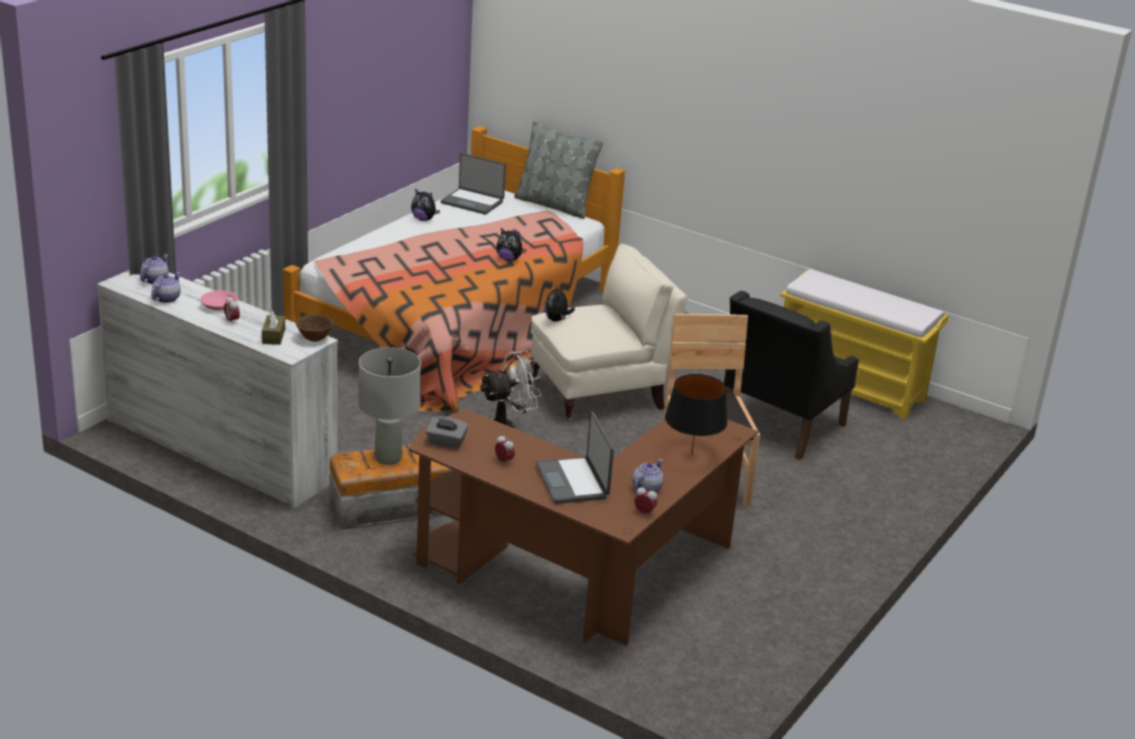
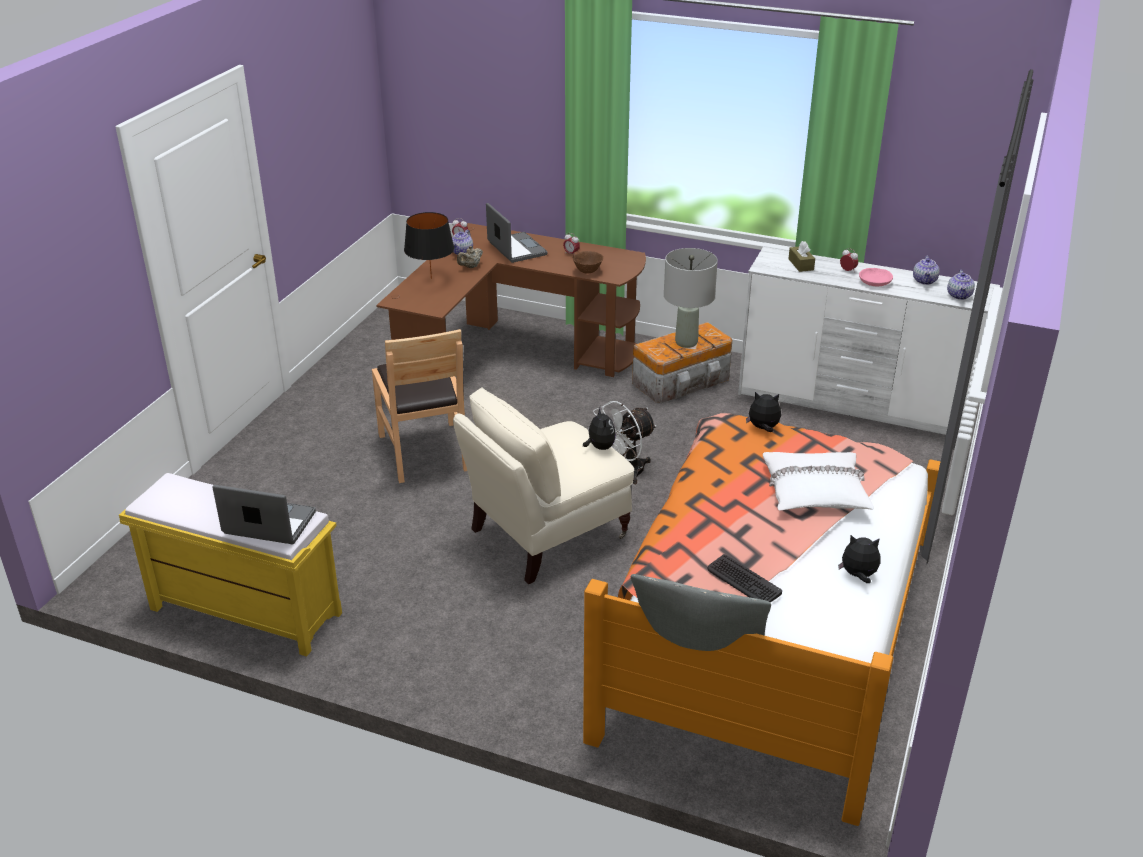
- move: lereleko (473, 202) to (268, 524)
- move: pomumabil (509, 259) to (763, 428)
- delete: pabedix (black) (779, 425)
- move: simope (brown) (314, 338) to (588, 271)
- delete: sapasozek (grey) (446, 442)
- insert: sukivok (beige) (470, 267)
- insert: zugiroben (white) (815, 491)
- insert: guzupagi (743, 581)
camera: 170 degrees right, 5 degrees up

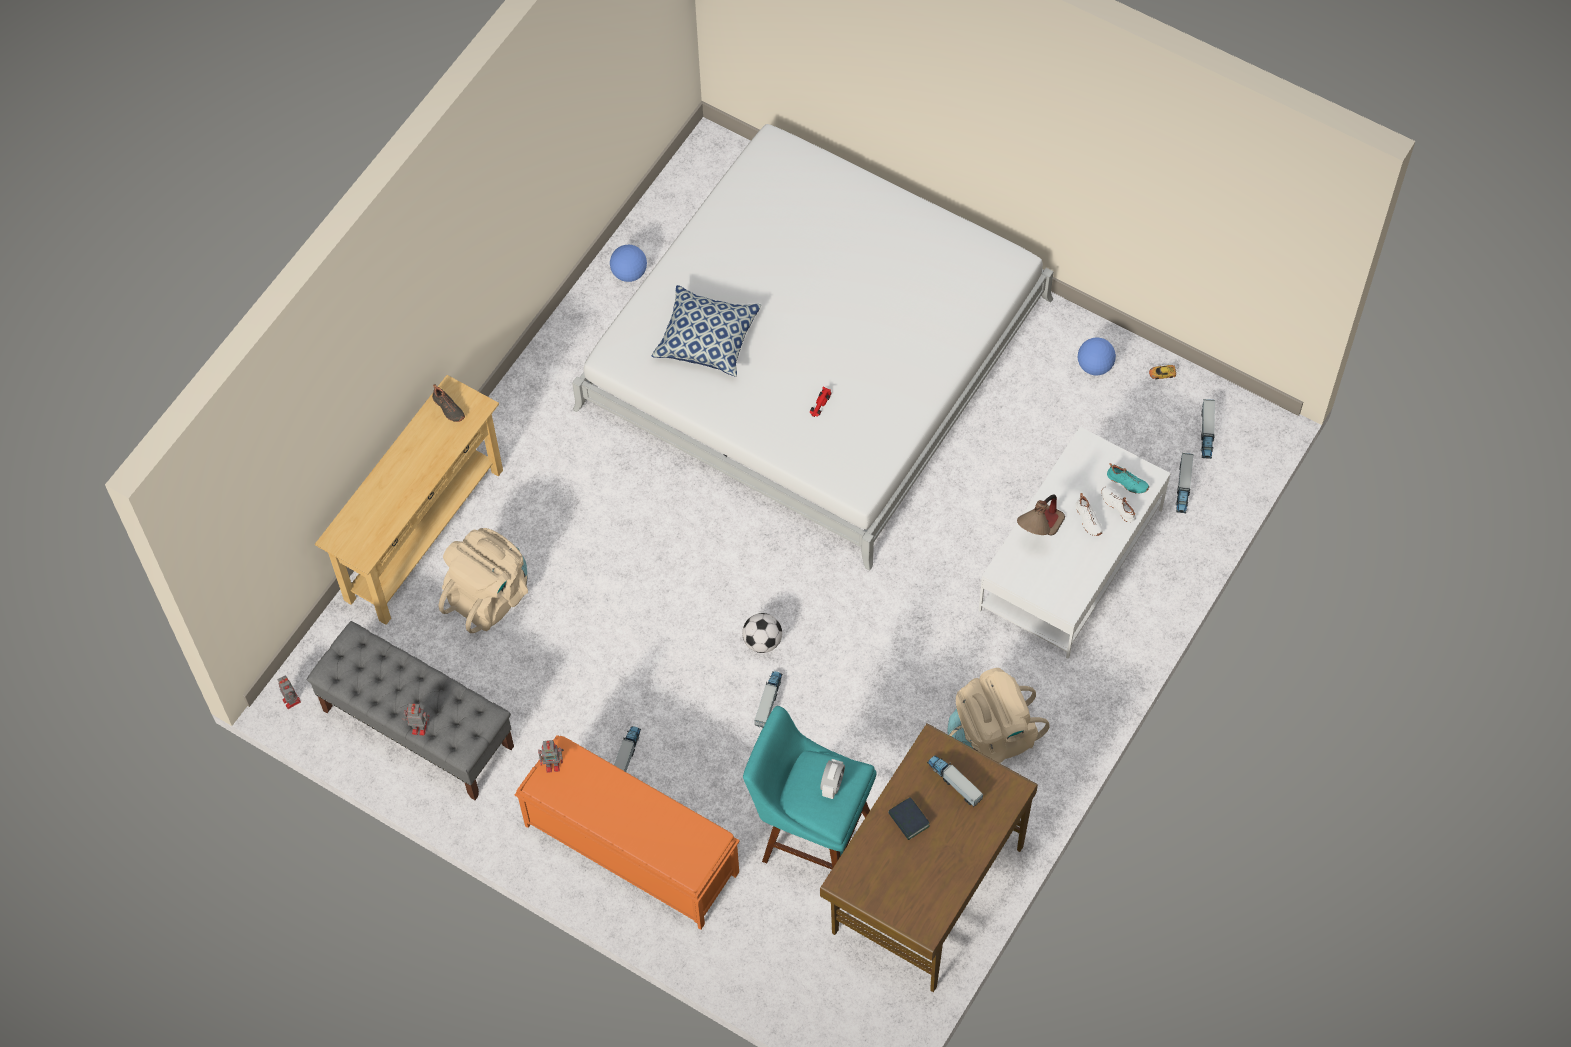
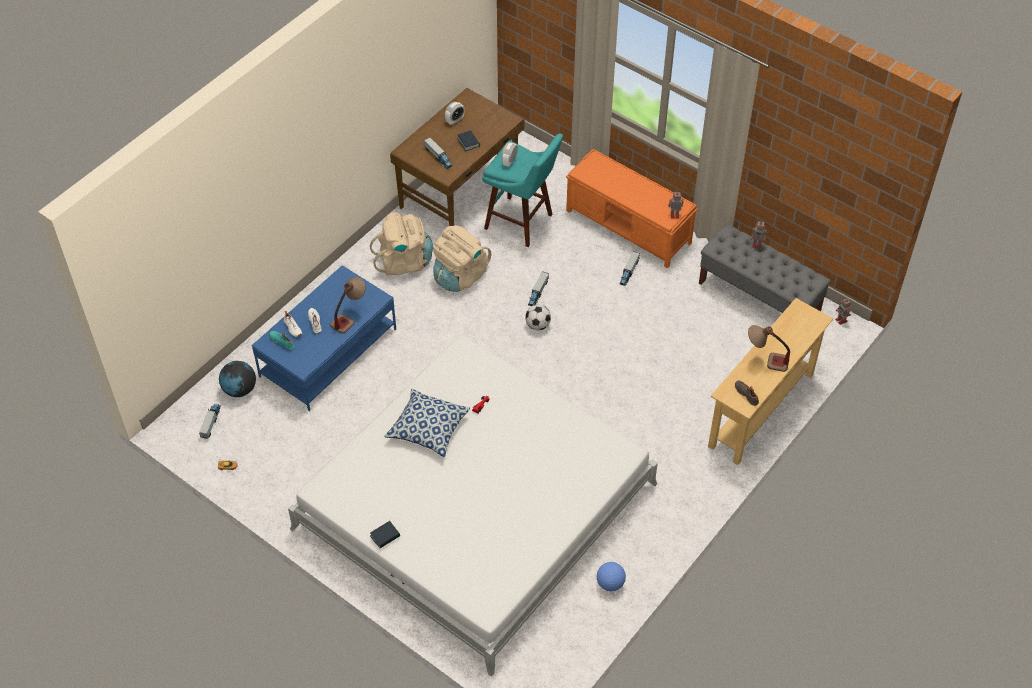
- move: zugiroben (707, 339) to (428, 429)
- delete: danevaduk (1095, 366)
- recolor: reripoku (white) (1070, 559) to reripoku (blue) (328, 353)
- replace: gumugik (1183, 487) to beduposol (239, 389)
- move: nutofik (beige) (489, 595) to (460, 276)
- insert: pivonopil (455, 120)
- insert: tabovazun (765, 360)
- insert: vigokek (385, 536)
camera: 175 degrees left, 10 degrees down

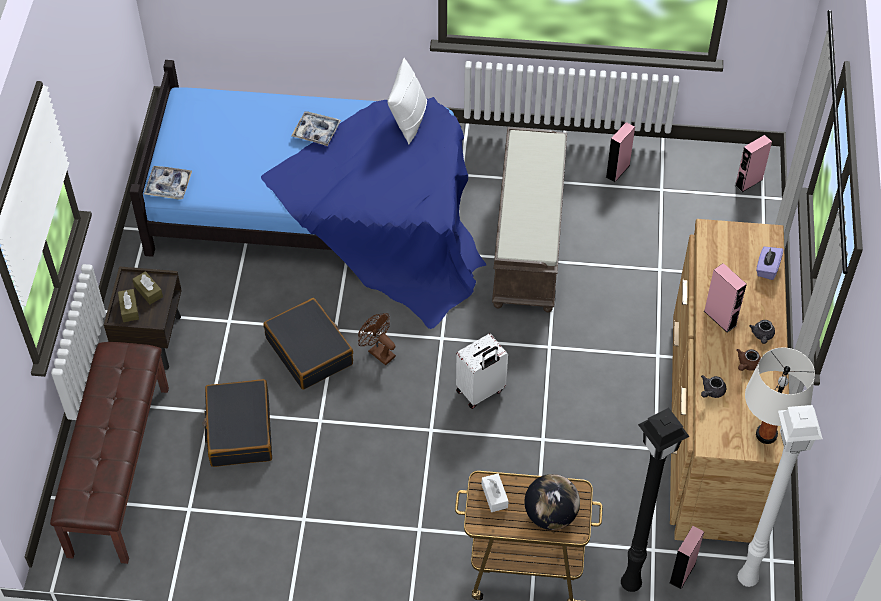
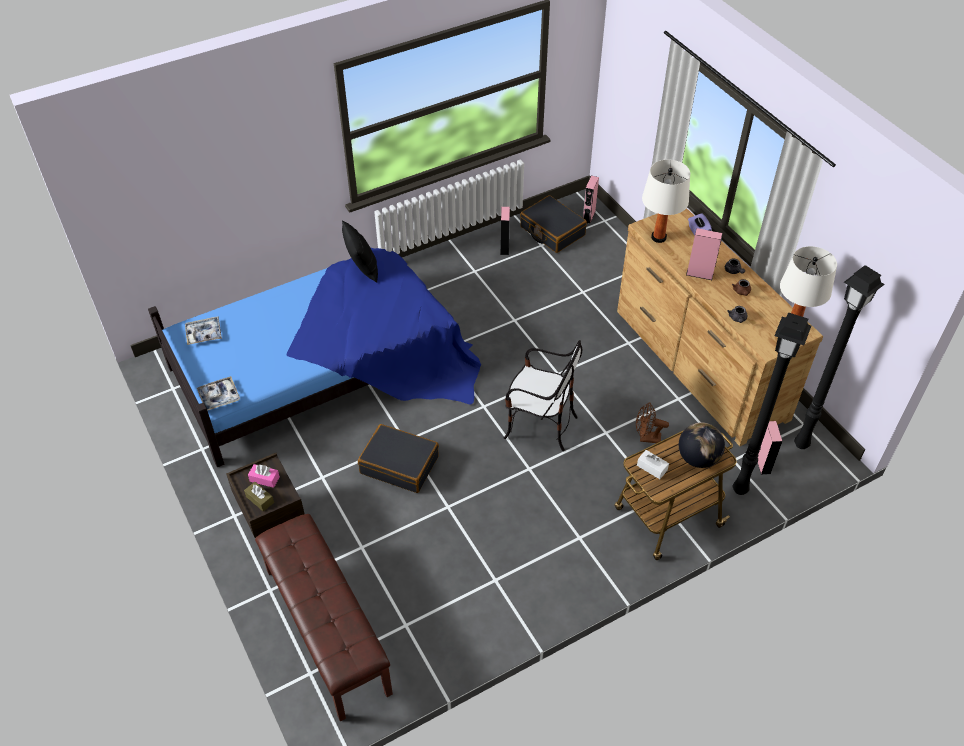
- recolor: zugiroben (white) (408, 120) to zugiroben (black) (362, 268)
- move: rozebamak (316, 132) to (204, 334)
- delete: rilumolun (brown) (527, 240)
- recolor: sapasozek (brown) (148, 291) to sapasozek (pink) (264, 479)
- move: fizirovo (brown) (378, 352) to (646, 438)
- replace: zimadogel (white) (481, 391) to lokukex (539, 425)
- move: zimadogel (black) (239, 430) to (552, 231)
- recolor: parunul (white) (748, 578) to parunul (black) (801, 443)
- insert: tabovazun (white) (659, 237)
camera: 35 degrees left, 5 degrees down

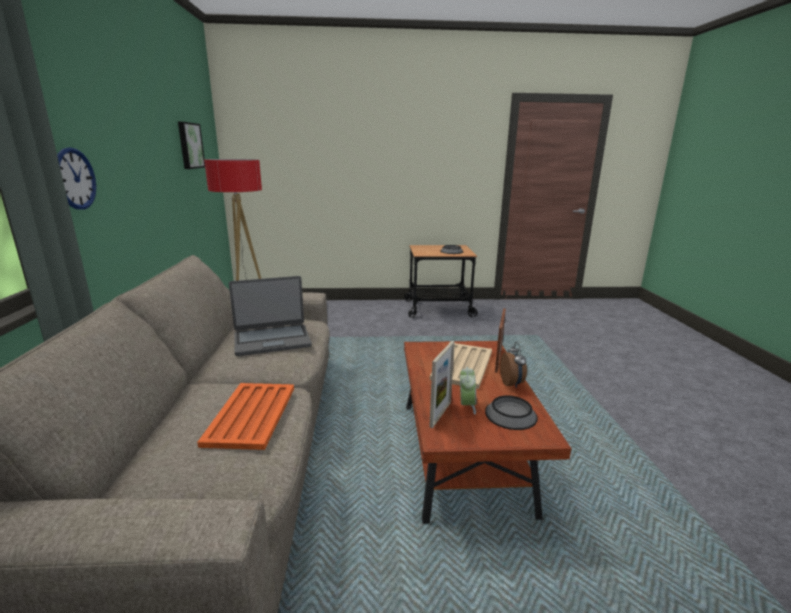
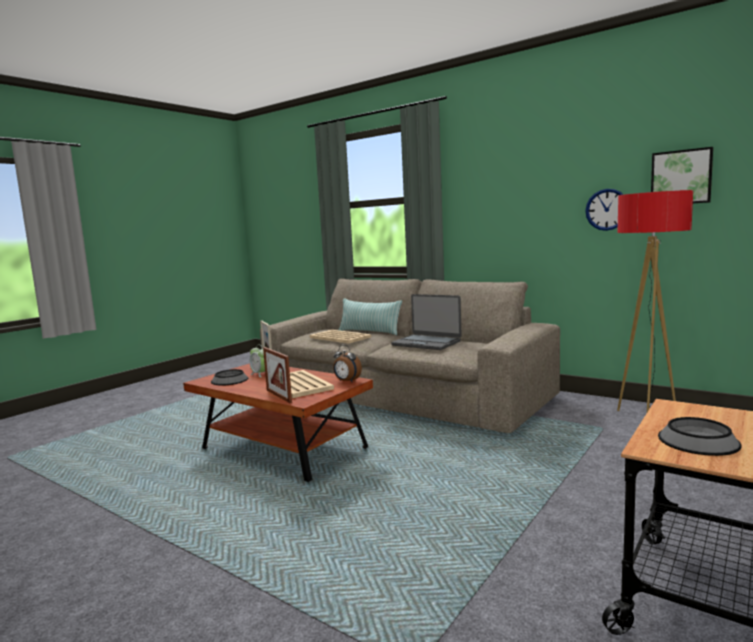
- move: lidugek (75, 179) to (607, 209)
- rotate: lereleko (272, 340) = (426, 343) 75 degrees counterclockwise
- move: pivonopil (512, 384) to (346, 381)
- recolor: rozebamak (orange) (250, 415) to rozebamak (beige) (339, 337)
- insert: zugiroben (369, 332)
camera: 130 degrees right, 10 degrees down

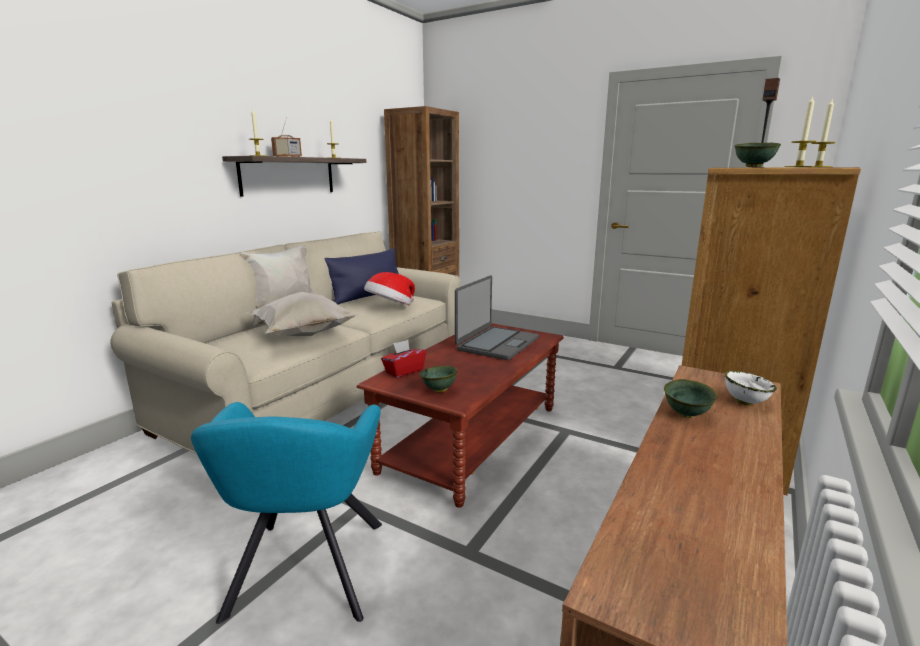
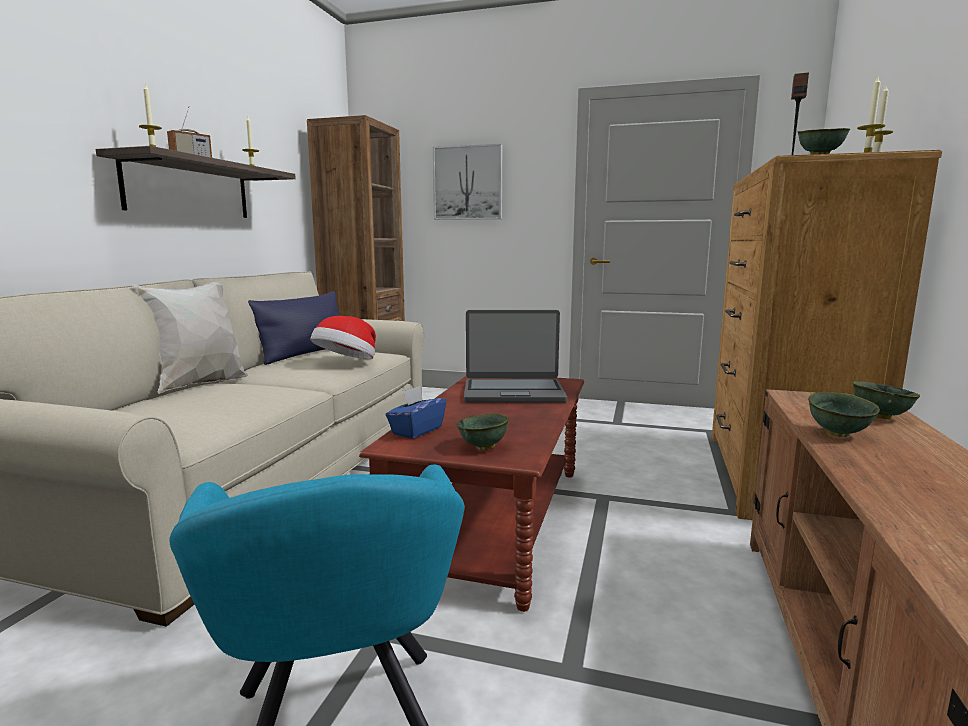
- rotate: lereleko (497, 344) = (513, 392) 75 degrees clockwise
- delete: zugiroben (white) (302, 335)
- recolor: sapasozek (red) (404, 371) to sapasozek (blue) (416, 431)
- recolor: simope (white) (744, 402) to simope (green) (879, 416)
- insert: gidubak (468, 183)
camera: 15 degrees left, 5 degrees down

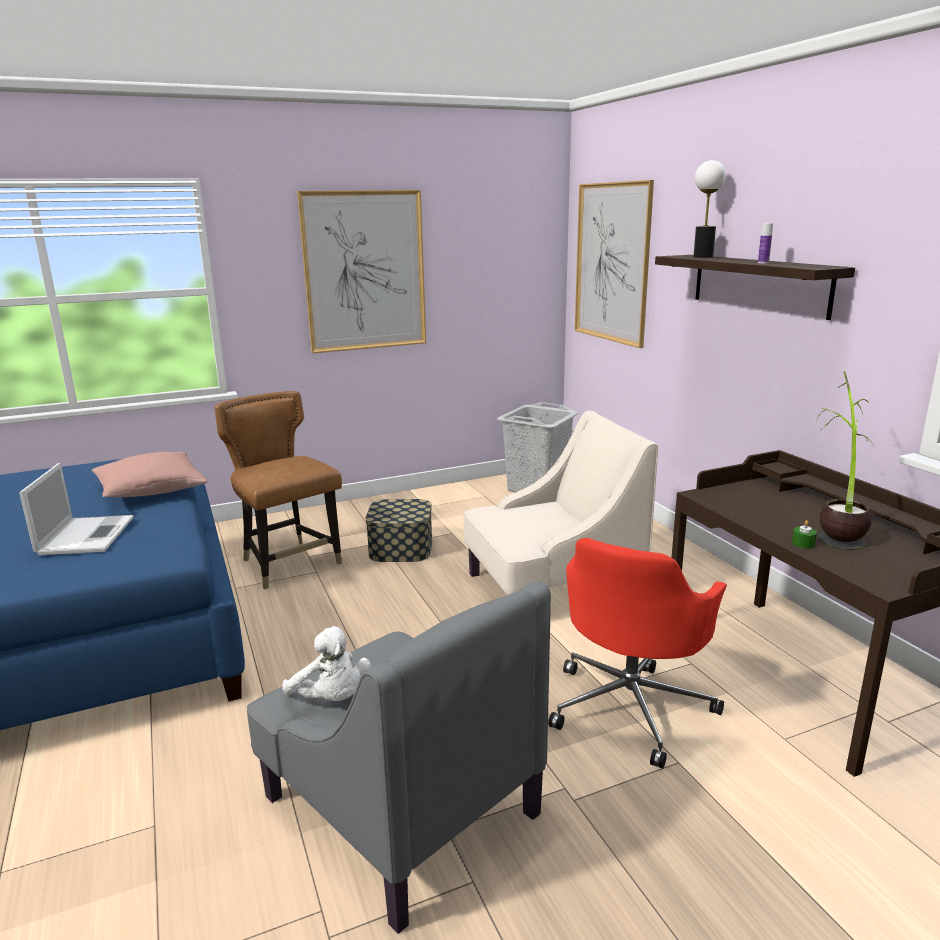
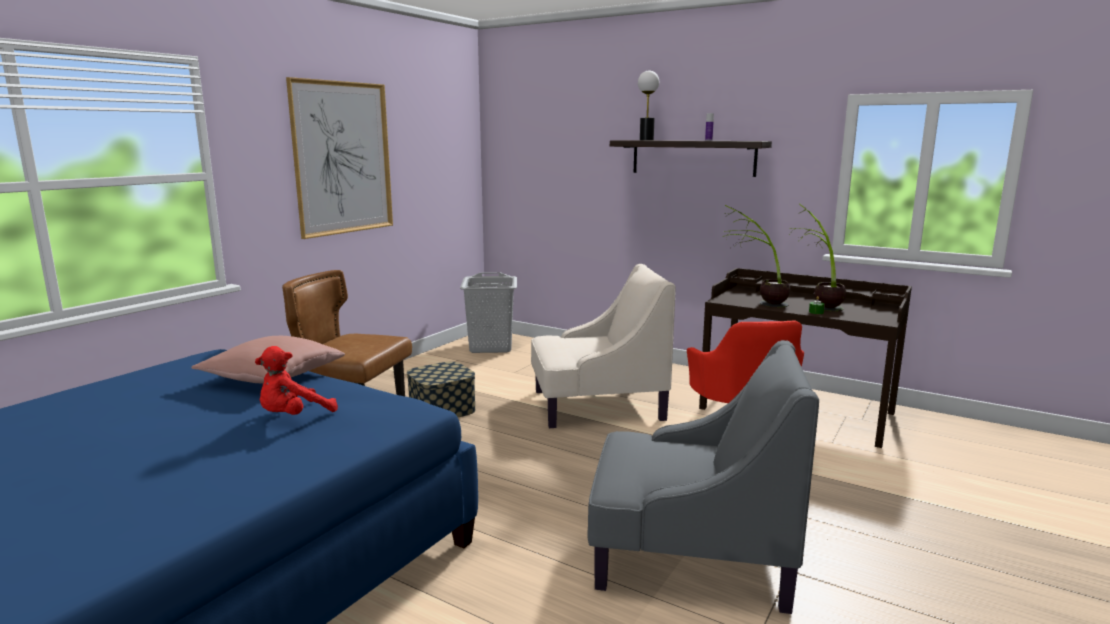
- delete: gidubak (612, 263)
- rotate: pabedix (beige) (551, 587) = (596, 405) 45 degrees clockwise
- replace: lereleko (86, 535) to pomumabil (red) (294, 416)
- delete: pomumabil (white) (331, 699)
- insert: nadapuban (756, 302)
camera: 35 degrees left, 5 degrees down

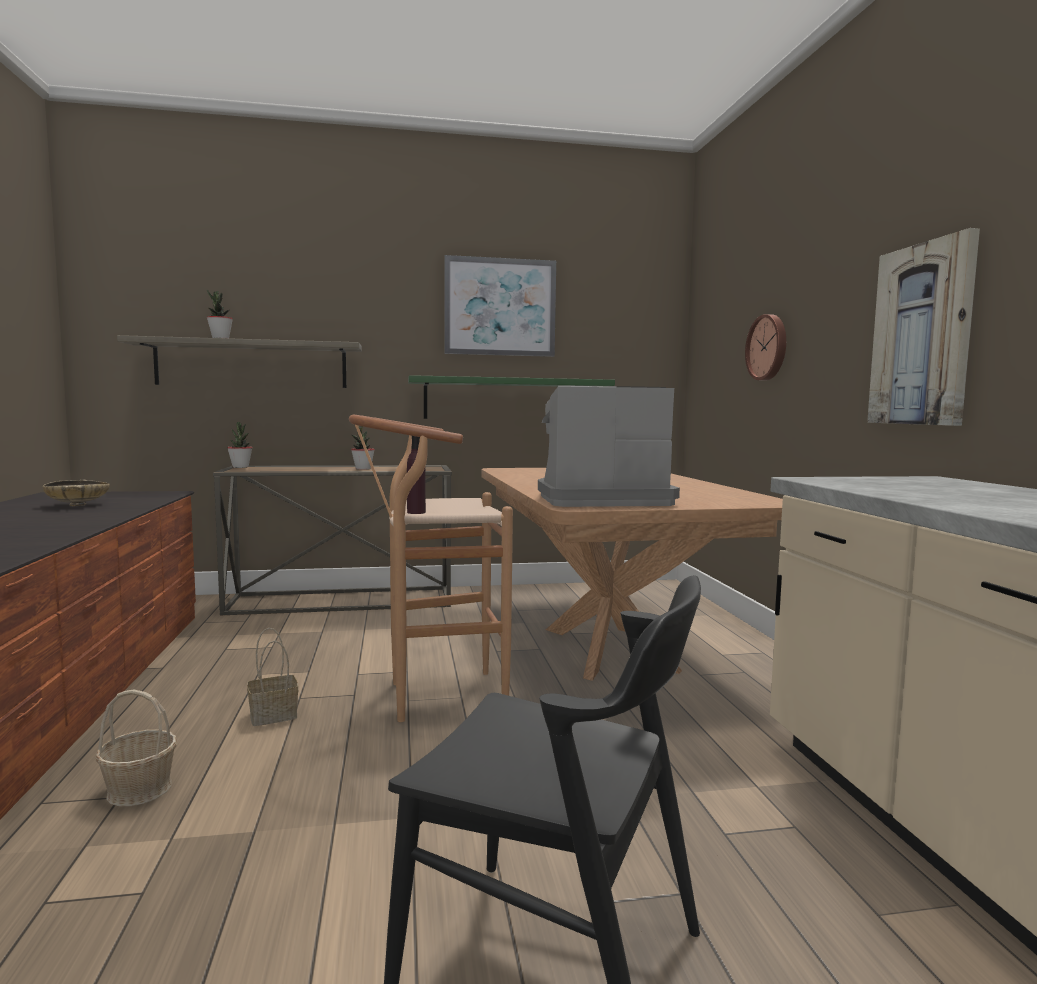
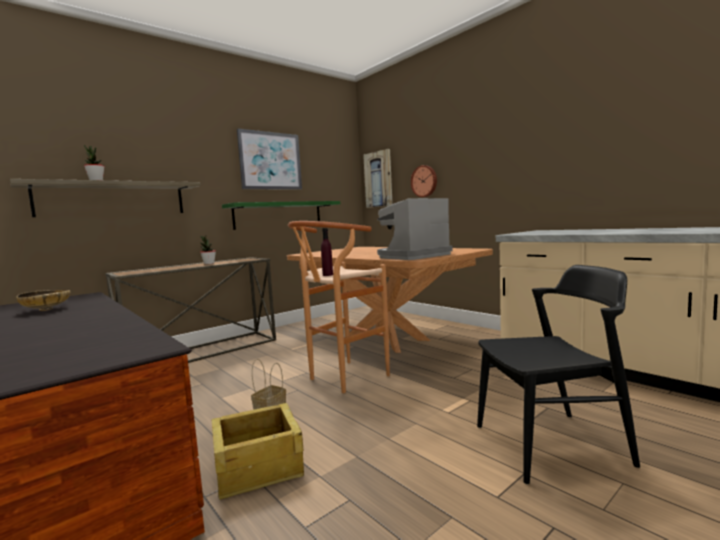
- move: gidubak (922, 335) to (378, 179)
- delete: nadapuban (240, 467)
- replace: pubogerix (139, 789) to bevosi (257, 467)
camera: 30 degrees left, 0 degrees up

